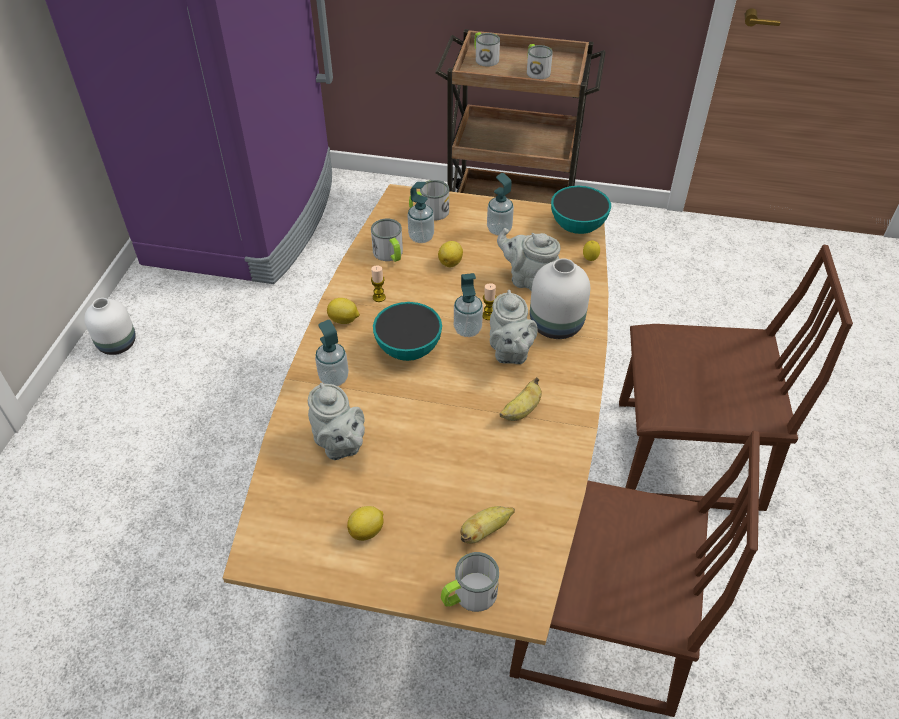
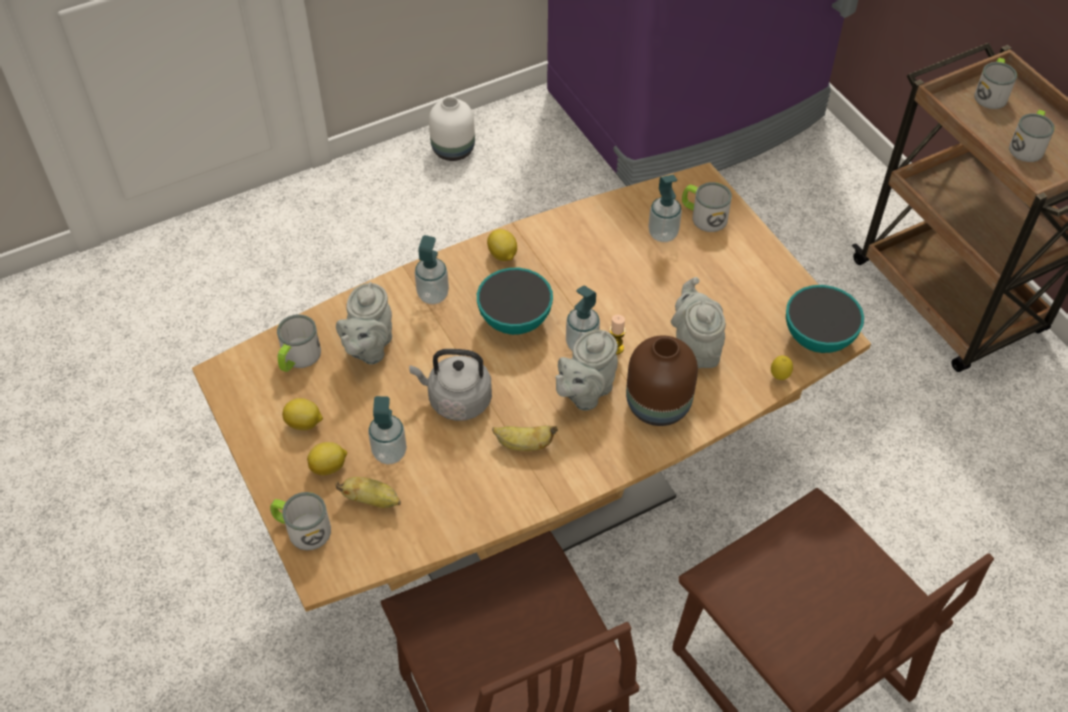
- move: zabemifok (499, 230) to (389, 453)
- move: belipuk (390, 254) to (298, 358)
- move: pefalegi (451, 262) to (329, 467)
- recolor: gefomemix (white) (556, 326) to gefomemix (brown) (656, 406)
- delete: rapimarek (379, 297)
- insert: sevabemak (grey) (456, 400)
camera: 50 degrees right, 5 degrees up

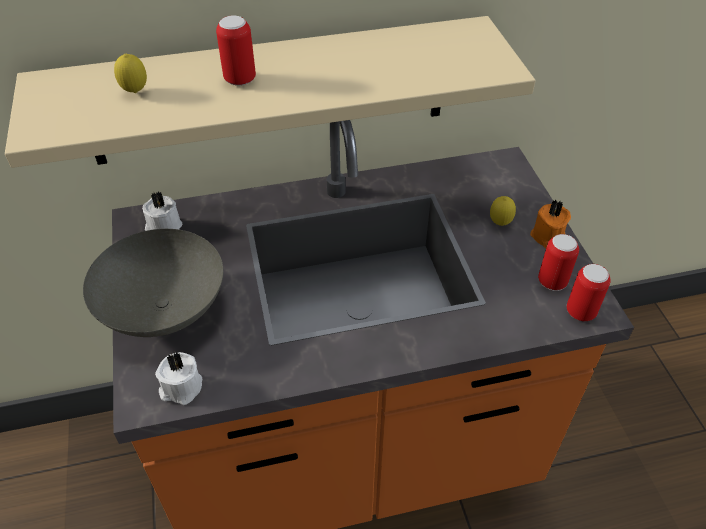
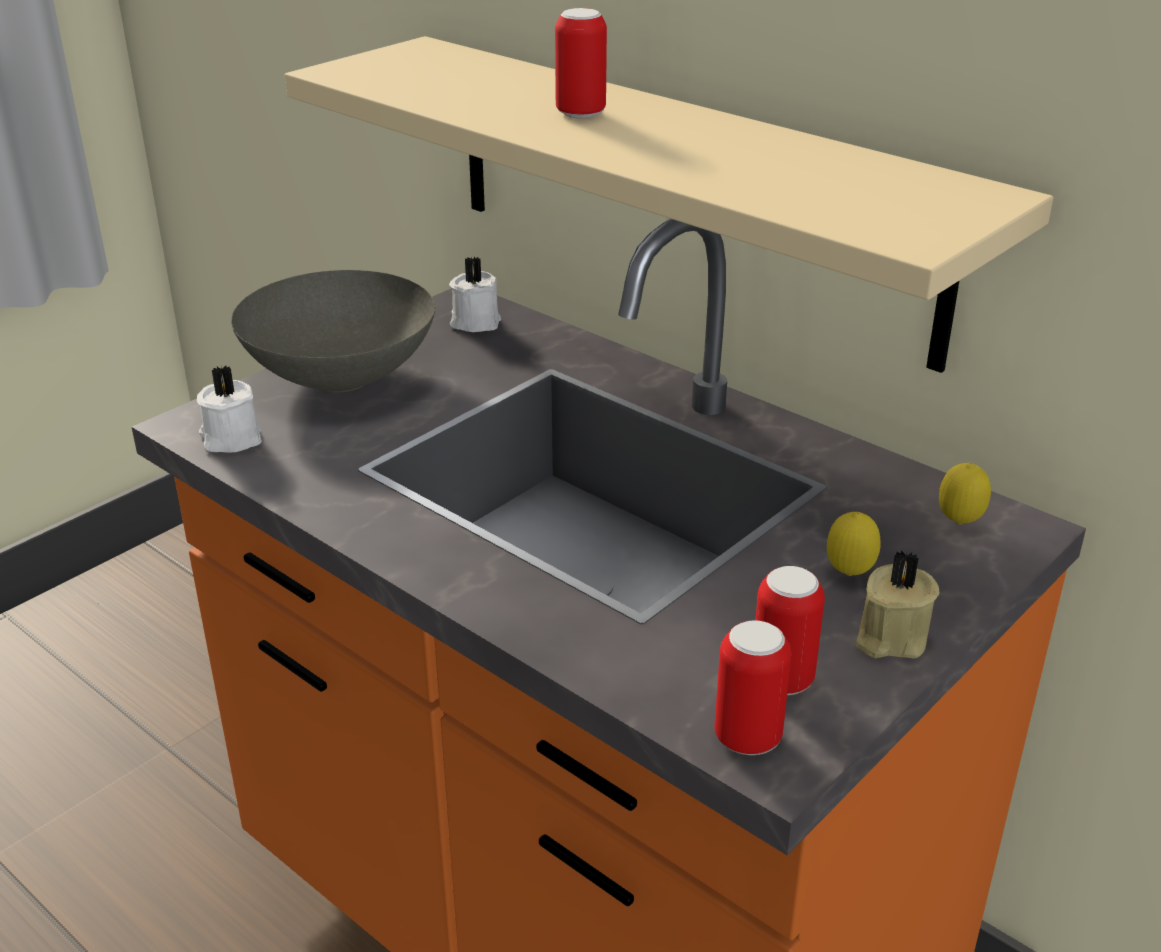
- move: pefalegi (135, 92) to (959, 523)
- recolor: rapimarek (orange) (547, 237) to rapimarek (beige) (889, 638)
camera: 55 degrees right, 15 degrees down

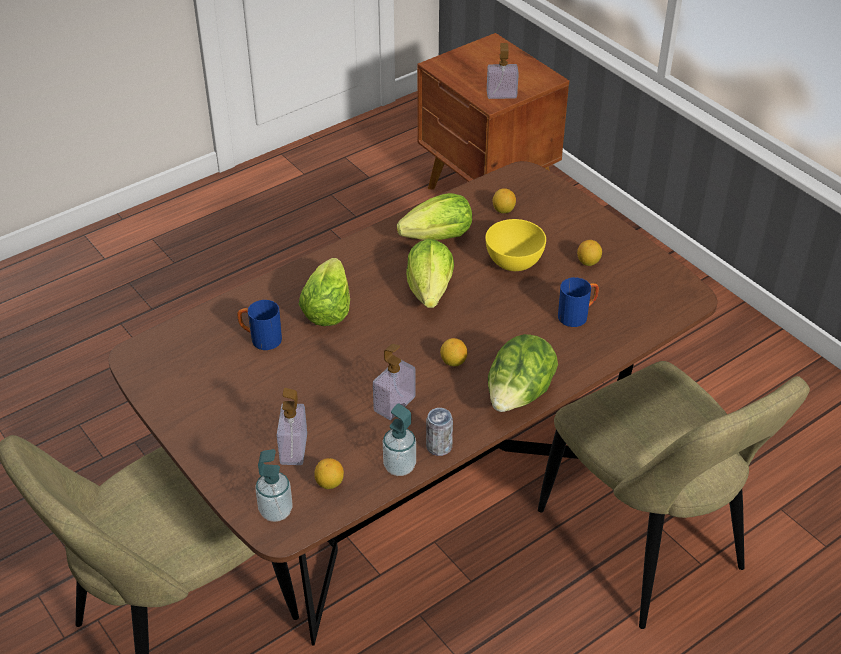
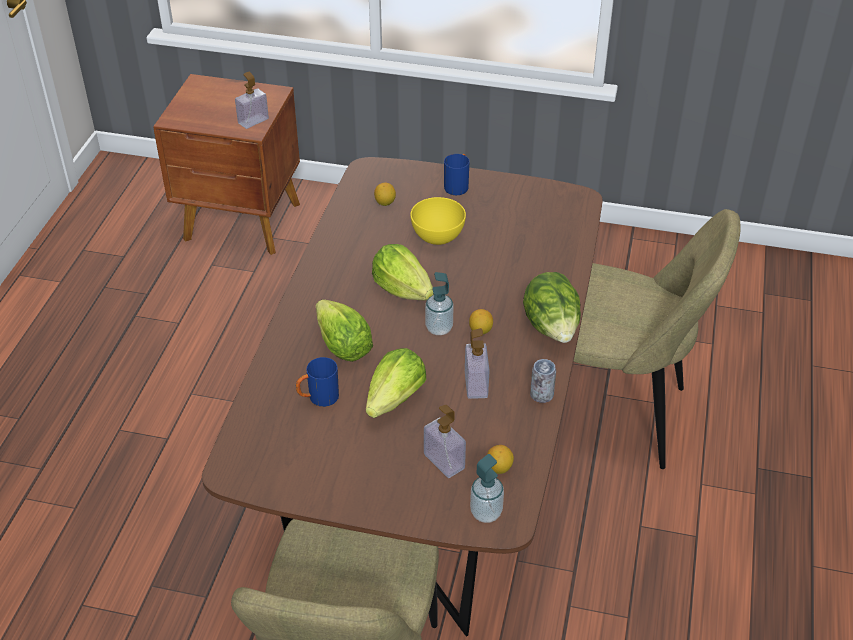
- move: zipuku (438, 237) to (395, 399)
- delete: pefalegi (588, 262)
- move: belipuk (blue) (577, 315) to (458, 185)
- move: zabemifok (399, 466) to (439, 328)
camera: 40 degrees left, 0 degrees up

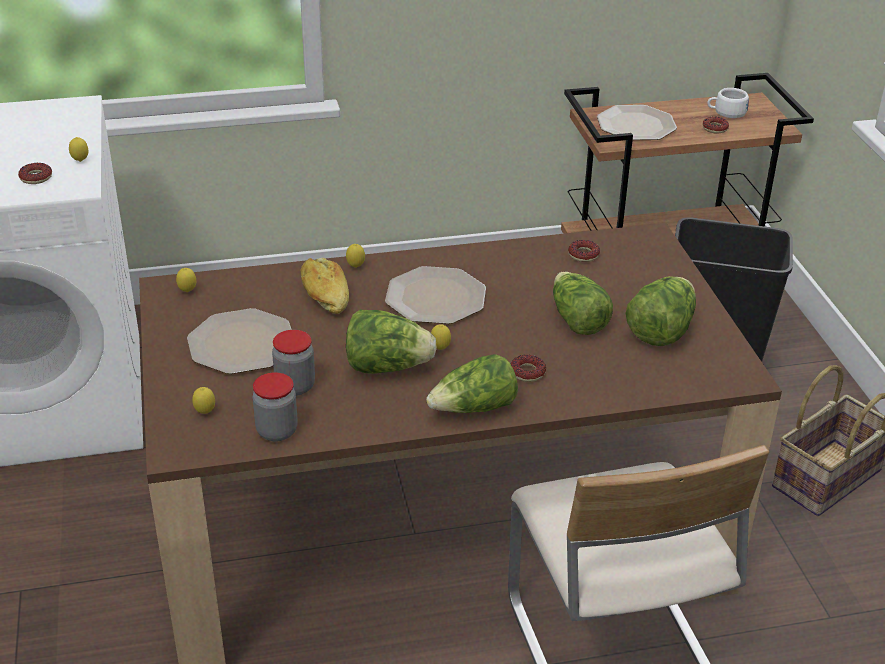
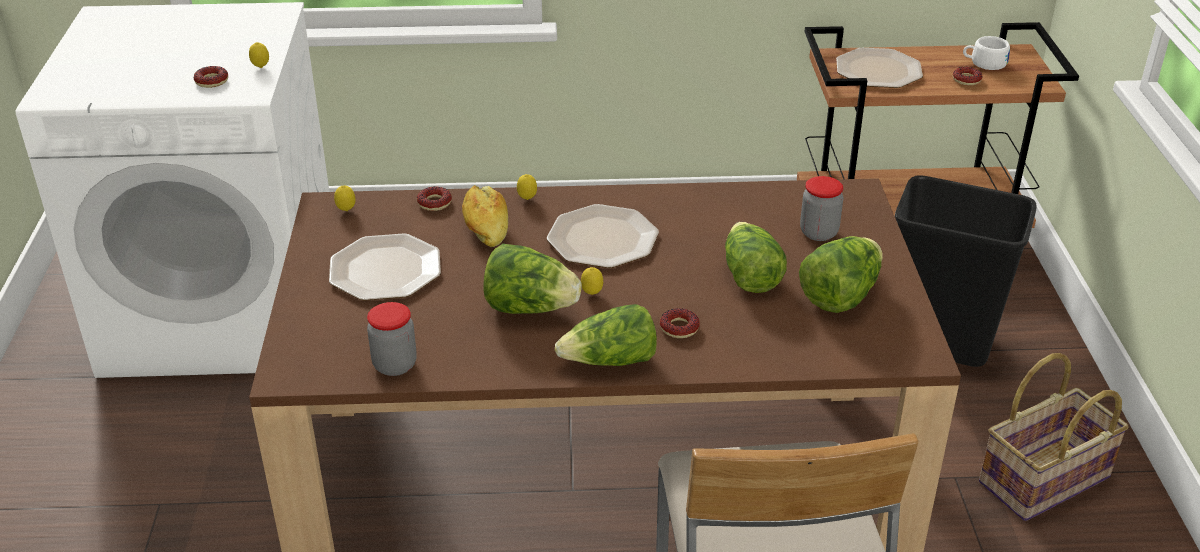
- move: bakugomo (583, 255) to (434, 203)
- move: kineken (295, 386) to (818, 233)
- delete: pefalegi (205, 413)
camera: 10 degrees right, 0 degrees up

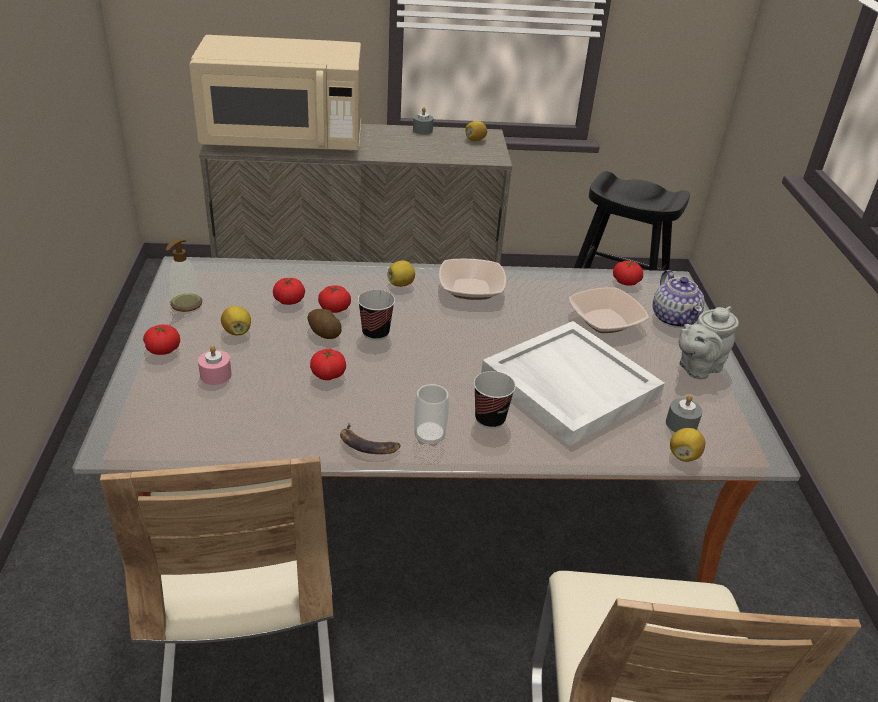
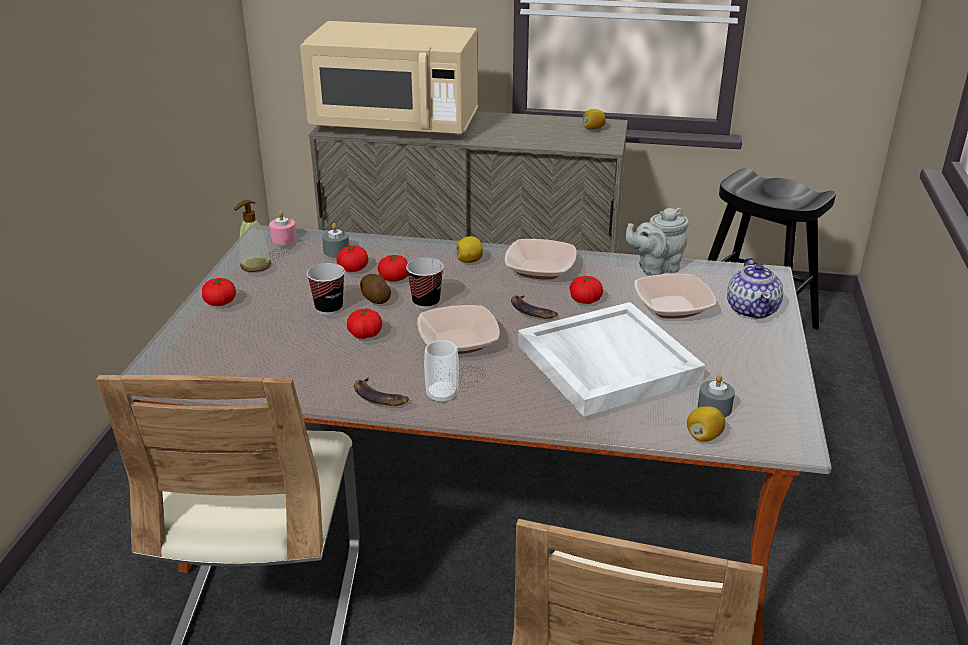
- move: rapimarek (grey) (422, 130) to (336, 251)
- move: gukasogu (626, 282) to (585, 300)
- delete: pefalegi (237, 331)
- move: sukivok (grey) (697, 368) to (655, 268)
- move: rapimarek (pink) (215, 375) to (283, 238)
- move: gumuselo (490, 419) to (329, 308)
- insert: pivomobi (532, 311)
- insert: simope (458, 341)
camera: 15 degrees right, 5 degrees down

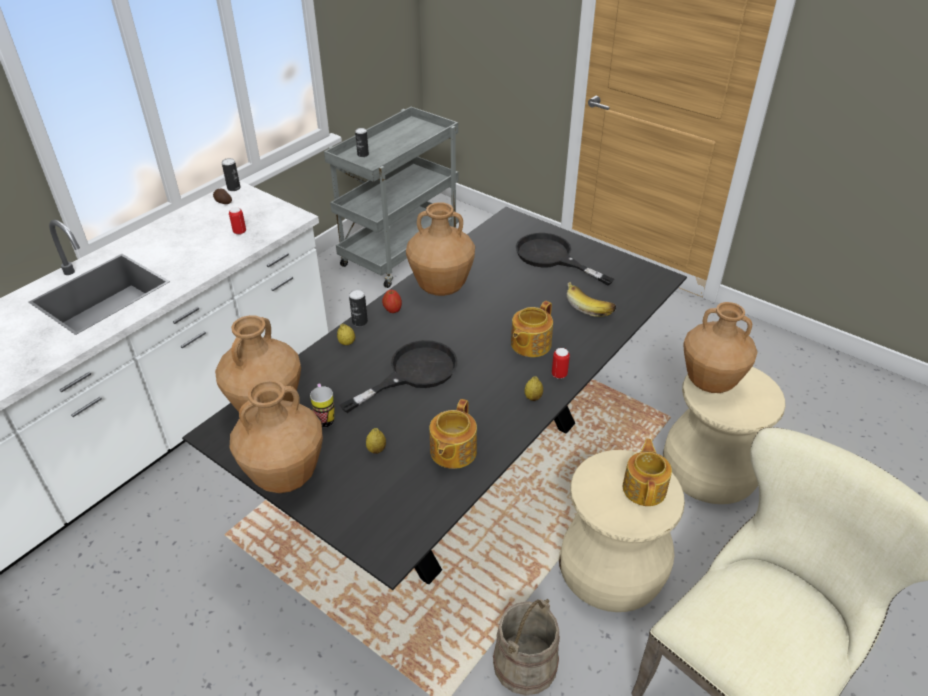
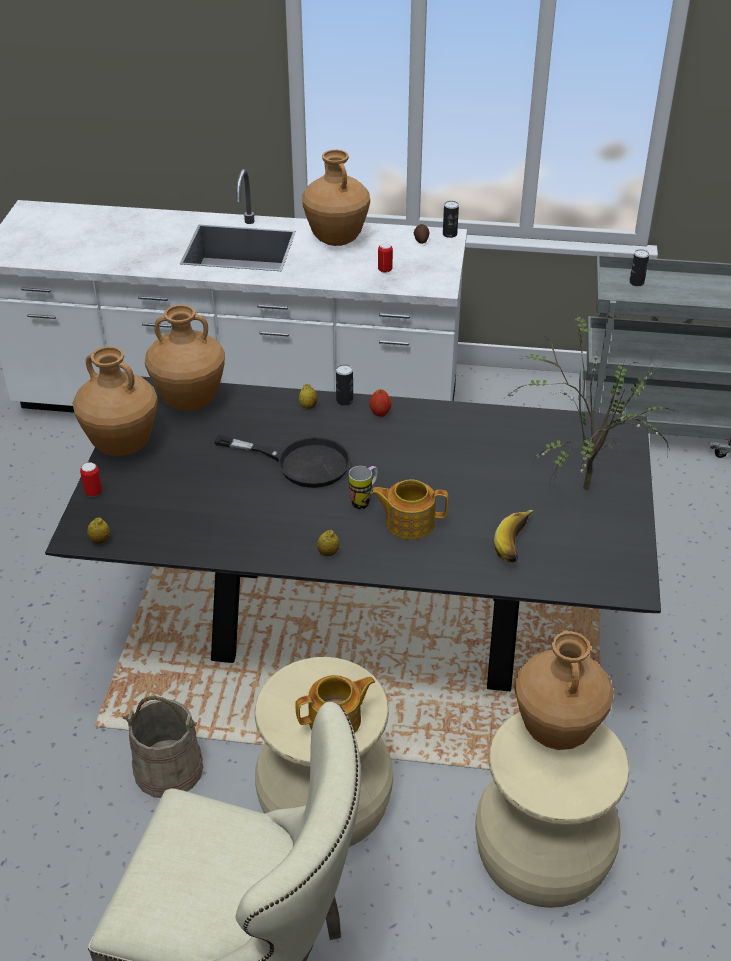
- move: gefomemix (brown) (441, 288) to (336, 239)
- replace: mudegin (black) (552, 257) to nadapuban (581, 486)
- move: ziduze (559, 374) to (93, 492)
- move: belipuk (325, 417) to (364, 501)
- delete: sukivok (452, 451)
- move: pefalegi (376, 450) to (100, 540)
camera: 60 degrees right, 0 degrees up

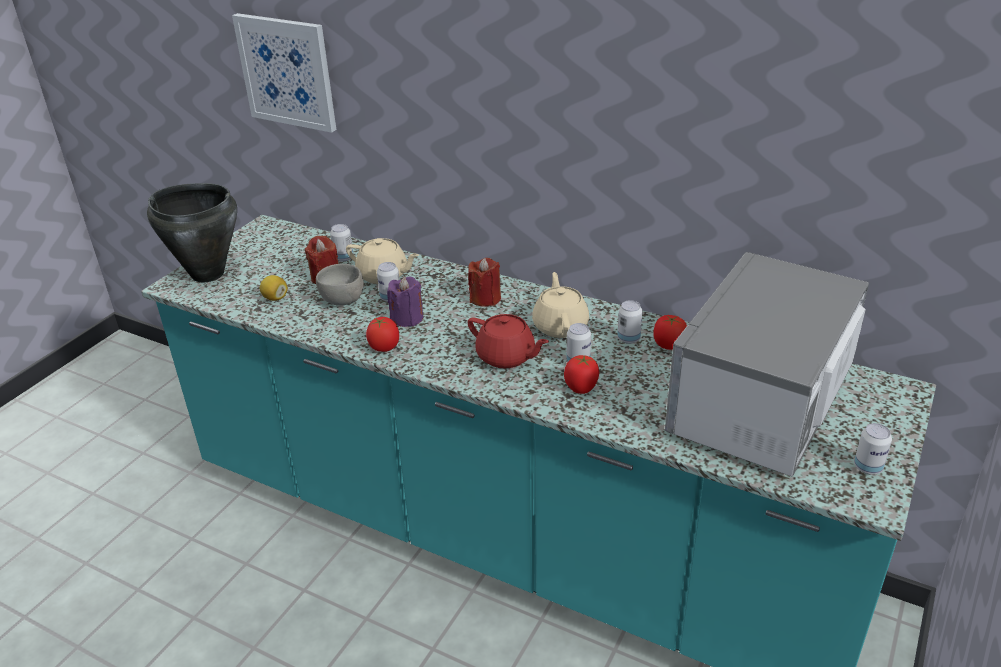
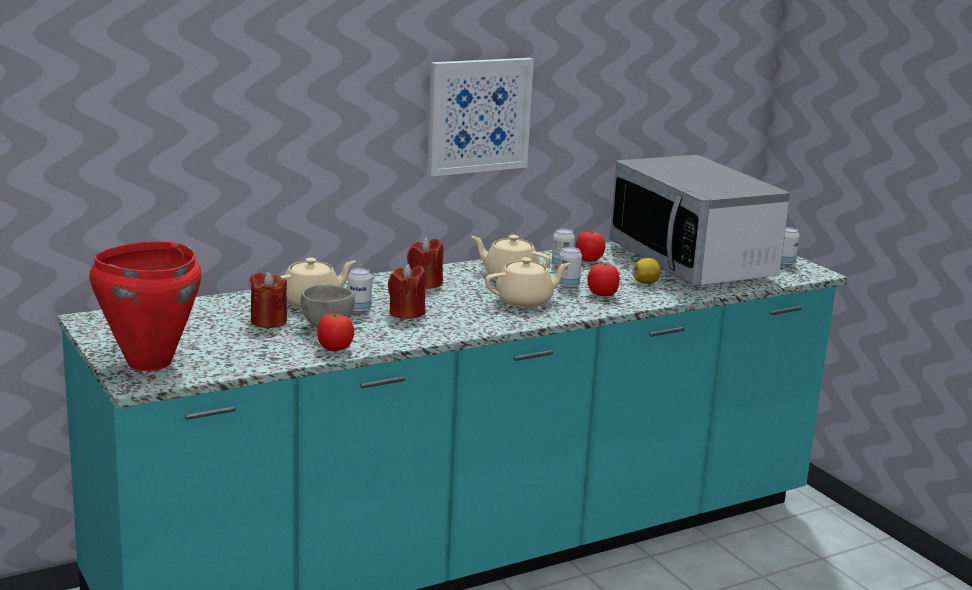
- move: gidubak (287, 72) to (478, 115)
- recolor: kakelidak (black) (207, 274) to kakelidak (red) (148, 363)
- delete: ziduze (344, 258)
- move: pefalegi (275, 298) to (646, 282)
- recolor: rapimarek (purple) (407, 318) to rapimarek (red) (406, 313)
- recolor: sukivok (red) (506, 357) to sukivok (beige) (525, 301)
- move: gukasogu (384, 347) to (334, 348)
camera: 60 degrees left, 15 degrees down

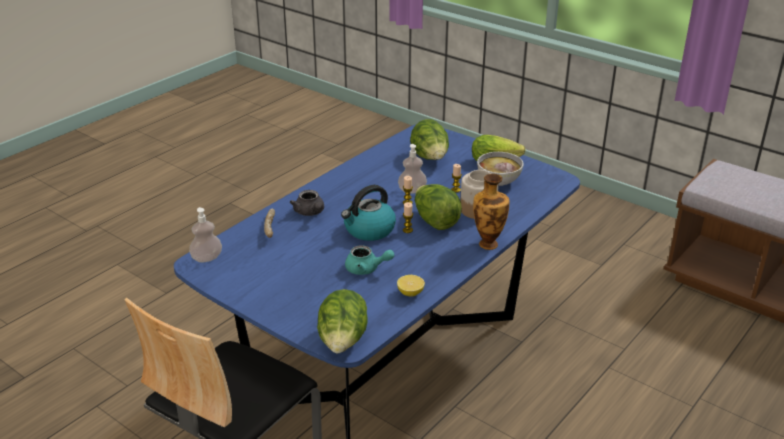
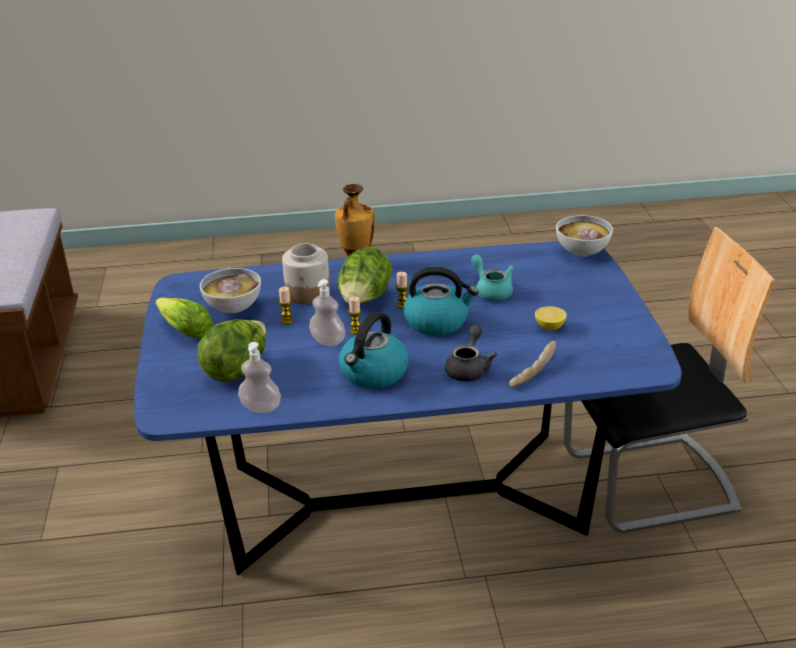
- move: zabemifok (207, 258) to (261, 408)
- move: pefalegi (410, 293) to (549, 327)
- replace: zipuku (343, 342) to simope (581, 252)
- insert: sevabemak (373, 373)
camera: 135 degrees left, 0 degrees up

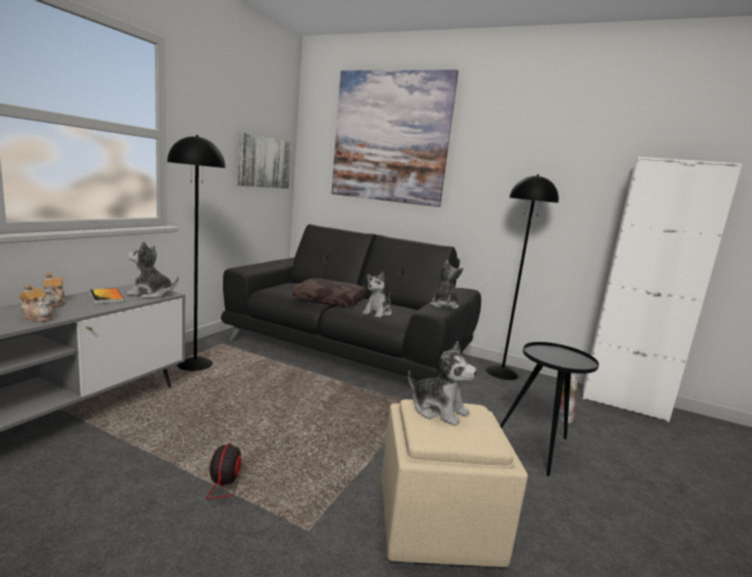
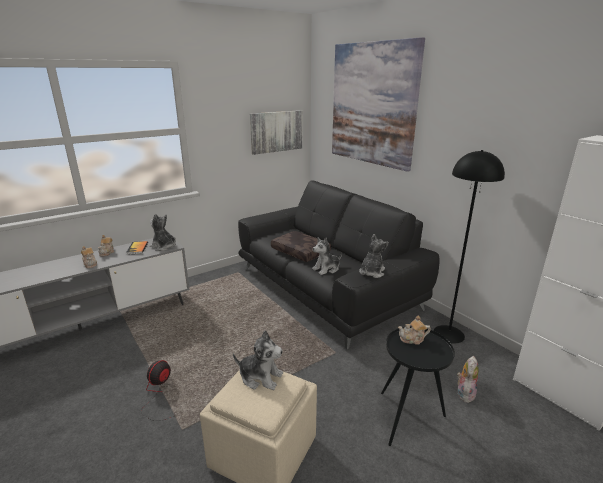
- delete: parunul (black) (195, 365)
- rotate: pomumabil (438, 410) = (260, 377) 45 degrees counterclockwise
- insert: sukivok (412, 339)
camera: 30 degrees right, 10 degrees up

